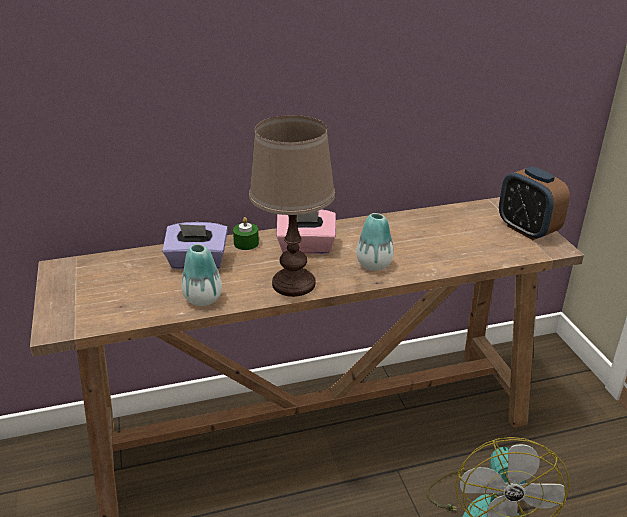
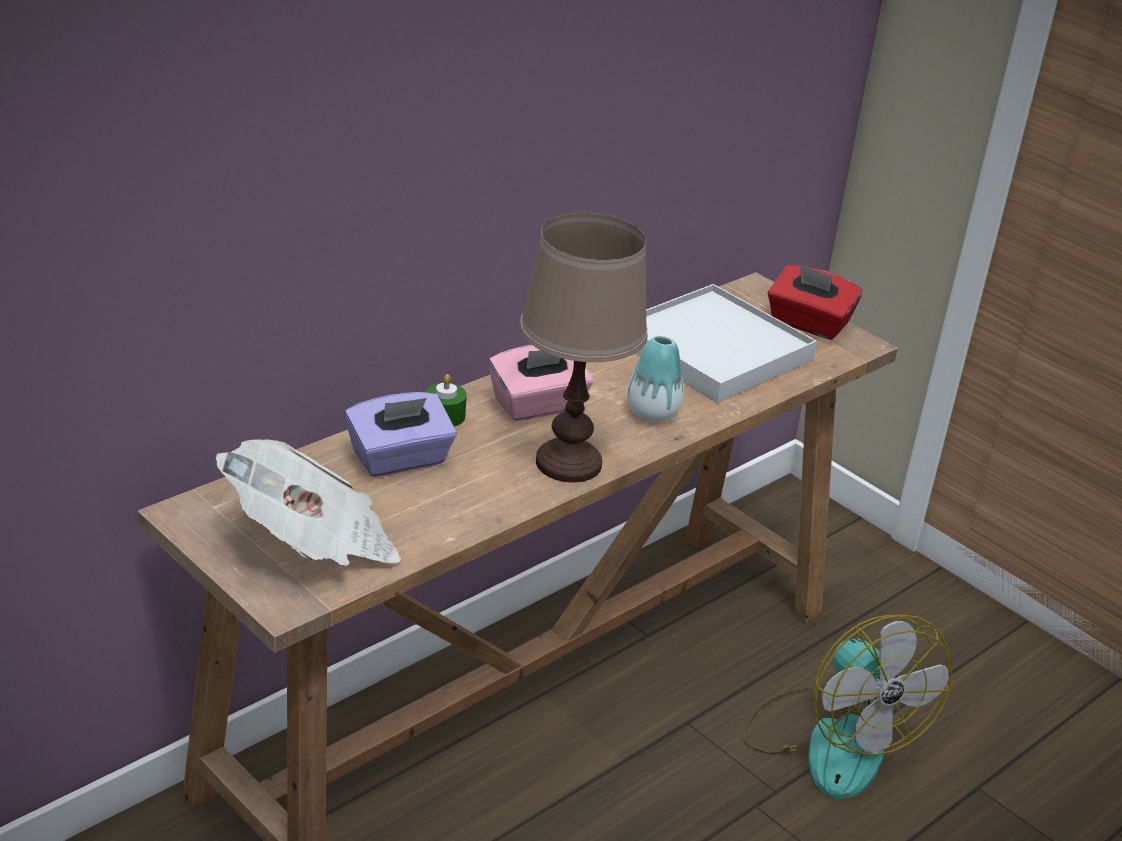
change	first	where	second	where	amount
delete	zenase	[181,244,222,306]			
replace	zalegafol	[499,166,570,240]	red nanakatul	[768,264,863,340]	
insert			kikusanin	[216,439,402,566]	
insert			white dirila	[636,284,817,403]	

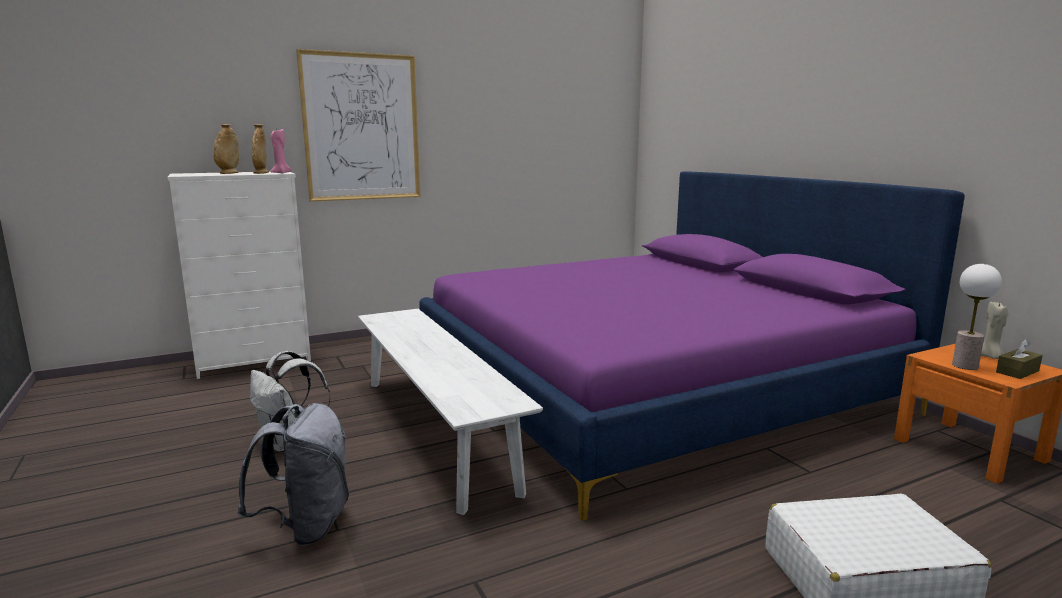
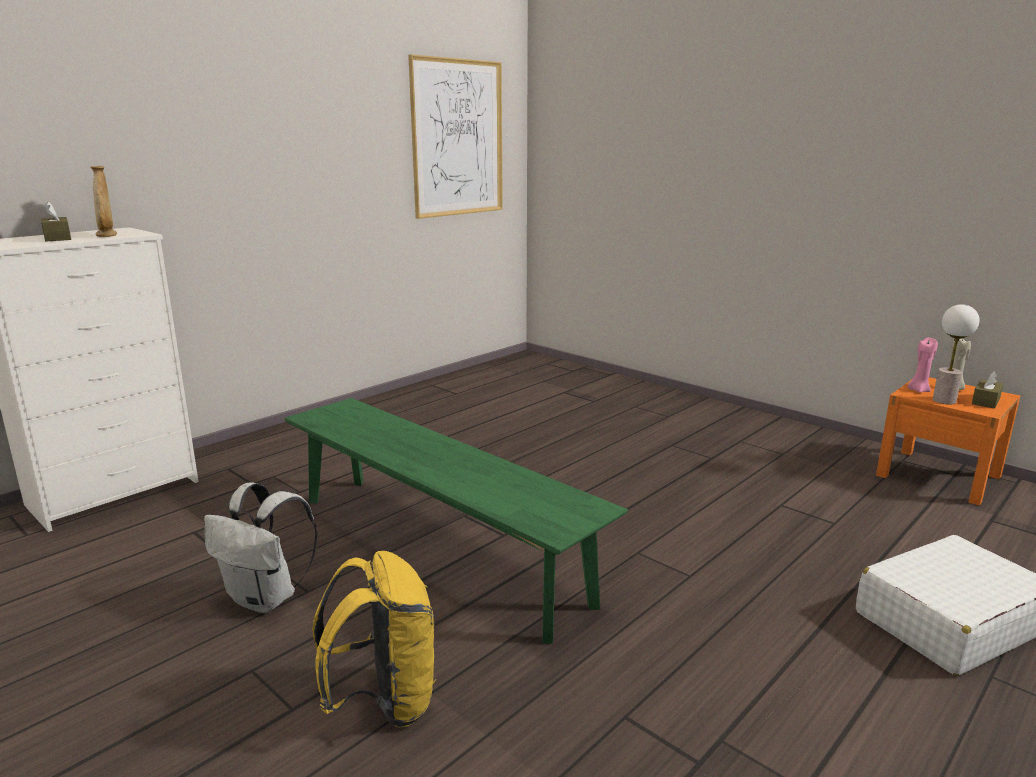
change	first	where	second	where	amount
replace	beige zenase	[213,124,239,174]	brown nanakatul	[41,201,71,242]	
recolor	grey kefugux	[237,403,349,546]	yellow kefugux	[312,551,436,727]	
move	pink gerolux	[270,129,292,174]		[908,338,938,392]	
move	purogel	[296,49,421,202]		[408,54,503,219]	
recolor	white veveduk	[358,309,543,515]	green veveduk	[284,398,628,644]	
delete	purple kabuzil	[419,171,965,521]			

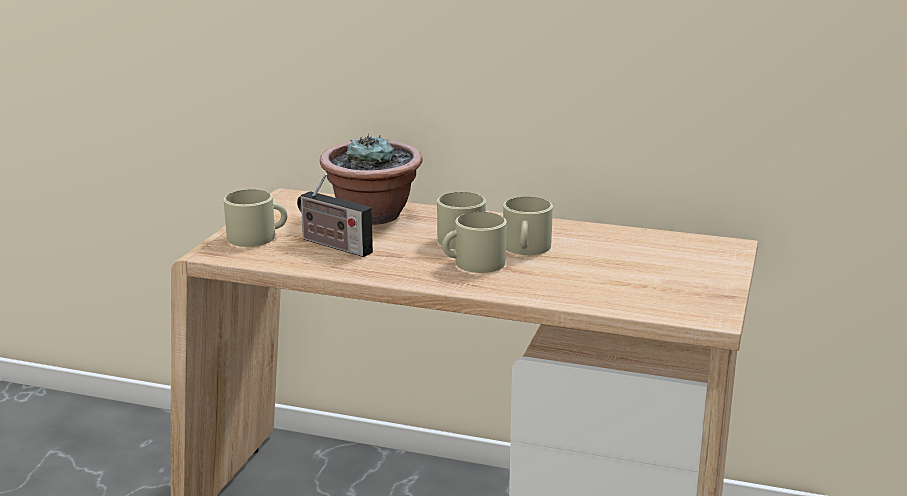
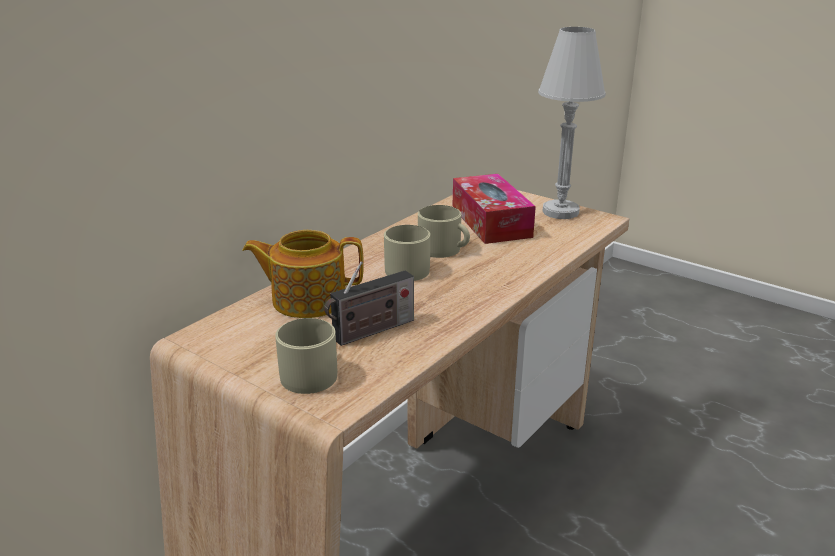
change	first	where	second	where	amount
replace	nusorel	[320,134,423,225]	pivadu	[242,230,364,318]	
delete	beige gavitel	[442,212,507,273]			
insert			nanakatul	[452,174,536,244]	
insert			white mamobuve	[538,27,606,219]	

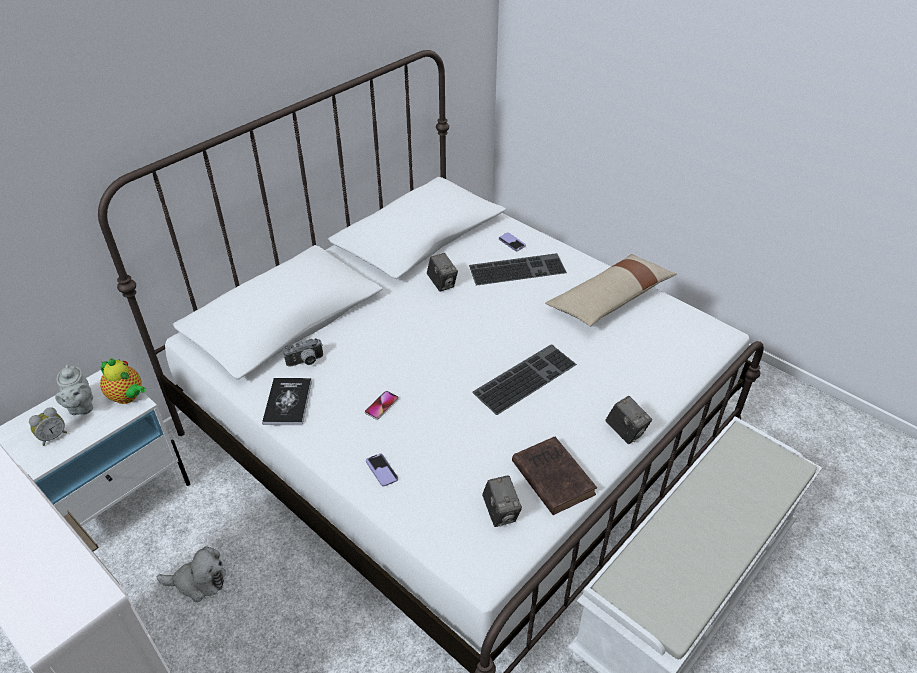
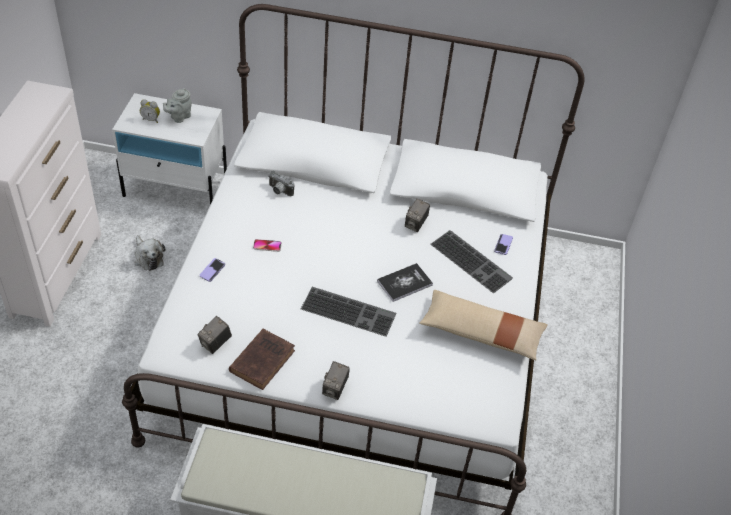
change	first	where	second	where	amount
delete	pivadu	[100,358,146,404]			
move	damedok	[262,378,312,425]		[377,263,433,302]	

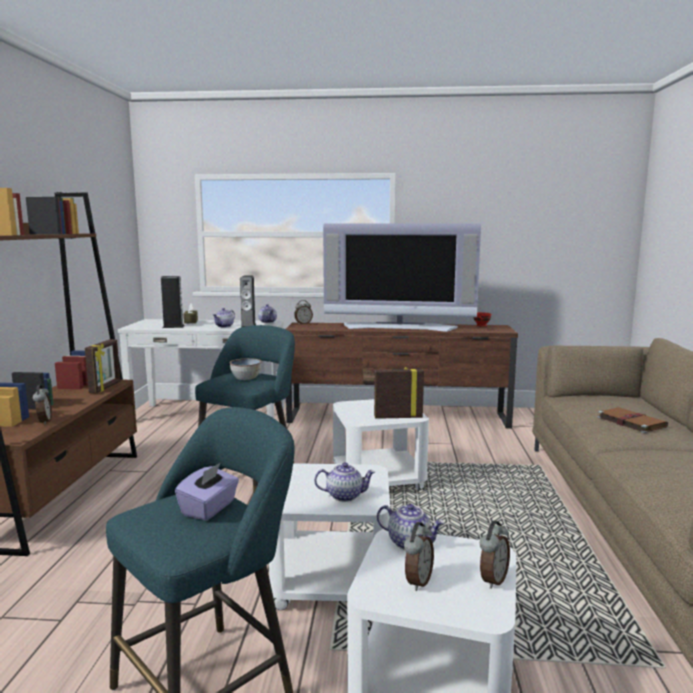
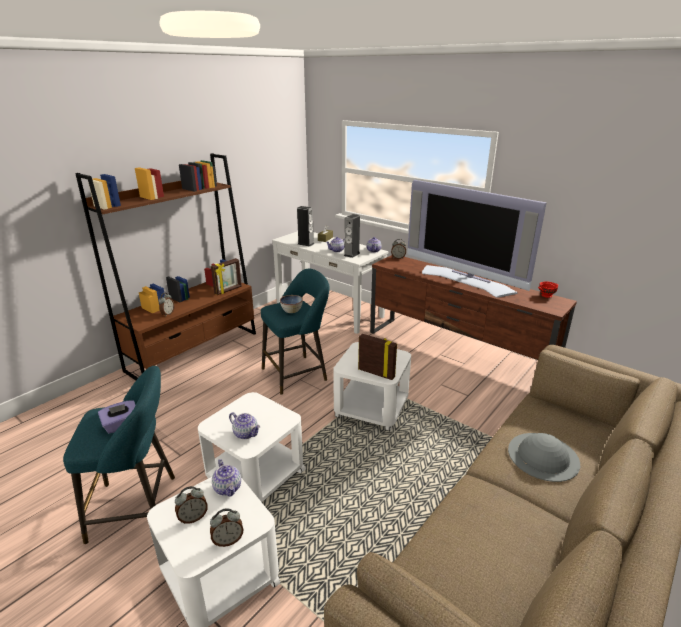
change	first	where	second	where	amount
replace	brown damedok	[597,407,668,433]	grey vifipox	[508,433,580,482]	

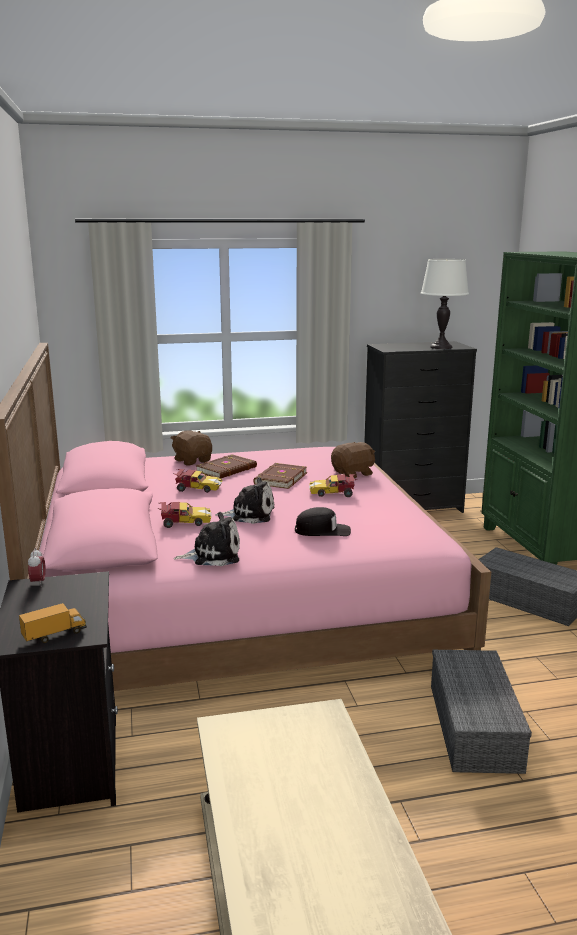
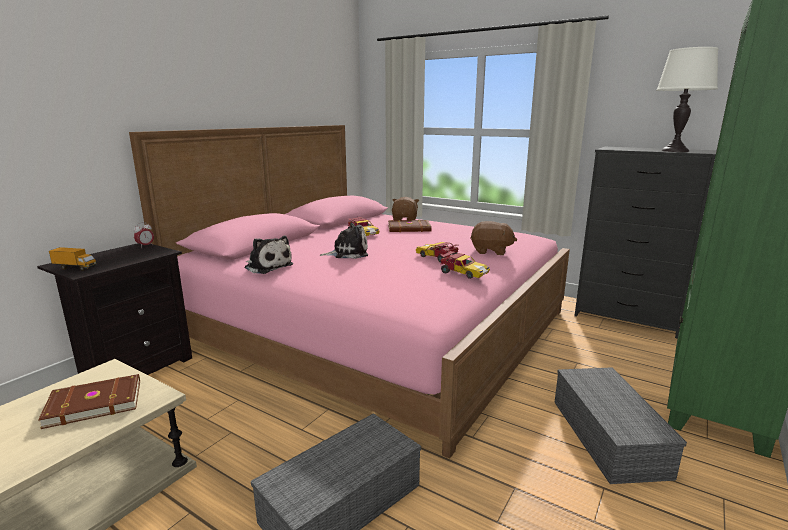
change	first	where	second	where	amount
move	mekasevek	[157,502,212,528]		[440,251,490,279]	
rotate	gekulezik	[215,477,275,524]		[319,223,368,259]	60 degrees counterclockwise
move	brown damedok	[253,463,307,489]		[38,374,140,429]	
delete	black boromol	[295,507,351,536]			

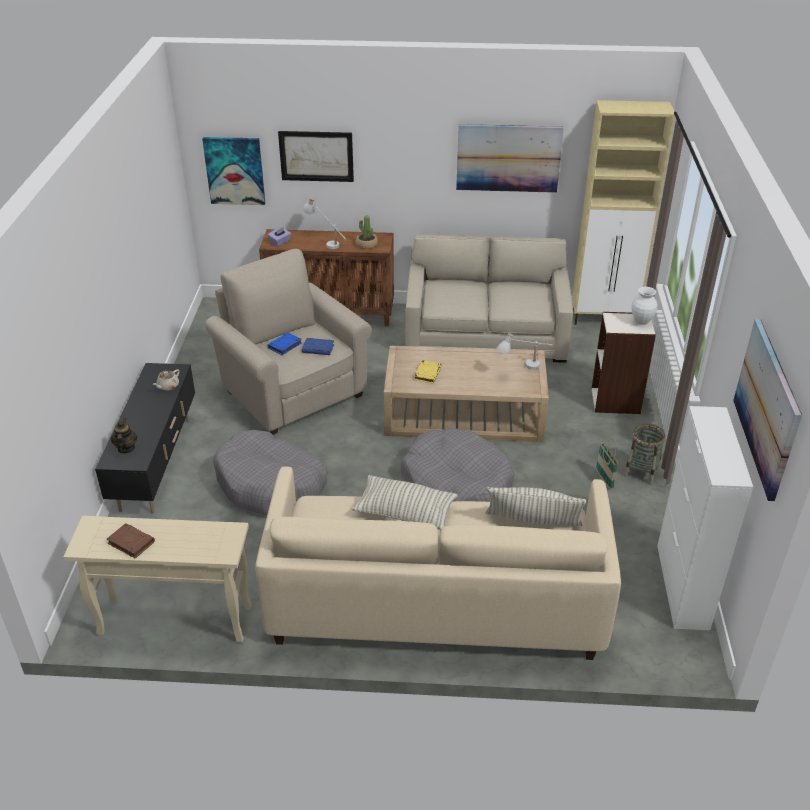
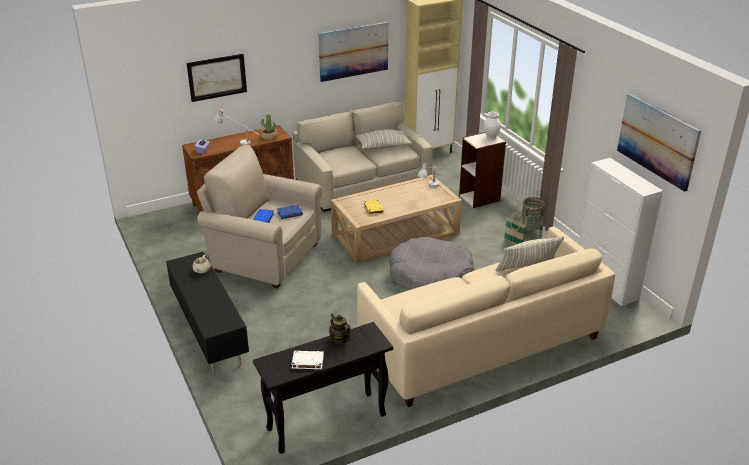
change	first	where	second	where	amount
recolor	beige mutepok	[63,516,252,642]	black mutepok	[253,322,393,454]	
recolor	brown damedok	[107,523,155,559]	white damedok	[291,351,324,370]	
move	pivadu	[111,418,137,454]		[329,313,350,344]	
delete	purogel	[202,137,266,205]			
delete	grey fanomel	[213,430,327,515]			
move	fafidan	[352,475,458,530]		[356,129,412,149]	

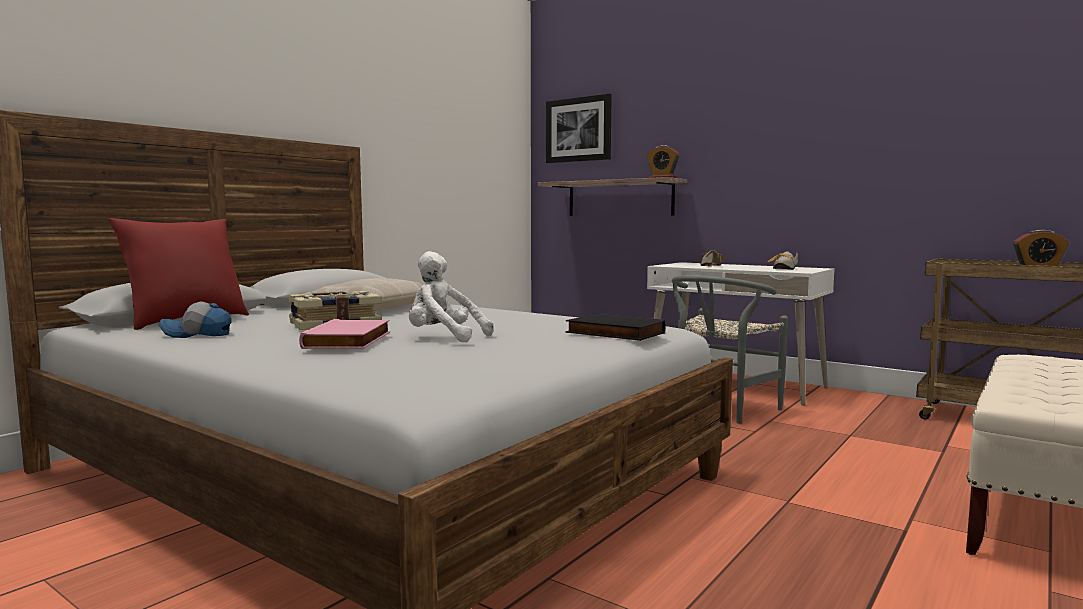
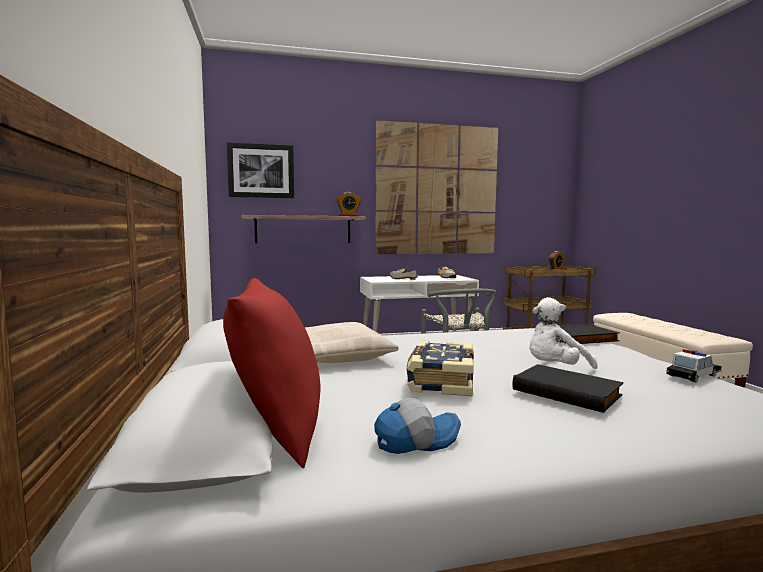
change	first	where	second	where	amount
rotate	boromol	[159,301,232,338]		[374,398,461,454]	150 degrees counterclockwise
recolor	pink damedok	[299,319,390,349]	black damedok	[512,364,623,413]	
insert			purogel	[375,120,498,254]	
insert			mekasevek	[666,349,722,382]	

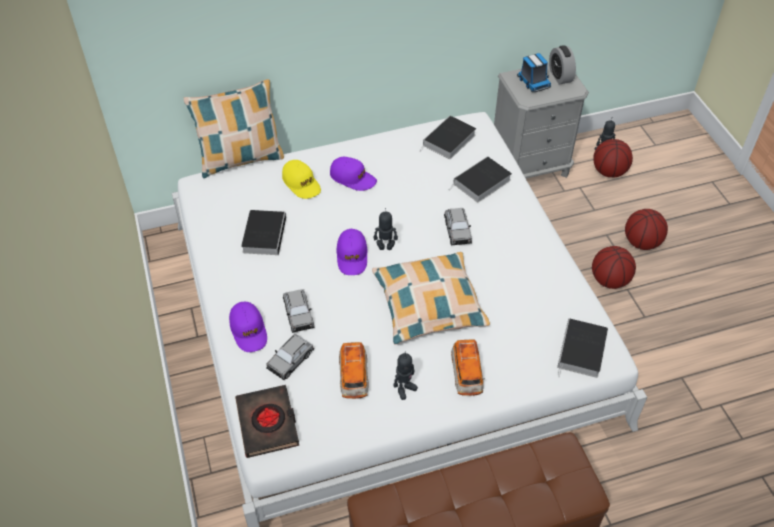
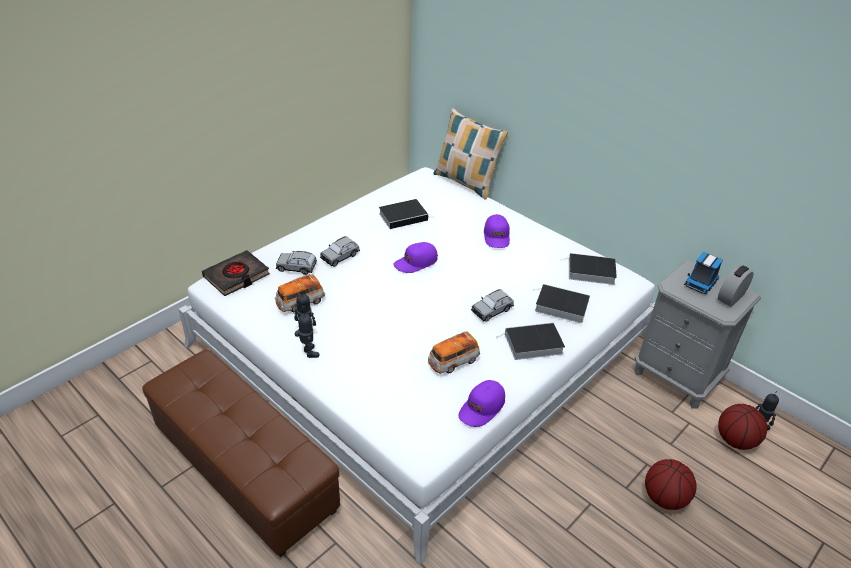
change	first	where	second	where	amount
move	purple boromol	[229,302,267,352]		[459,380,505,427]	
delete	yellow boromol	[282,160,321,199]			
delete	fafidan	[372,252,490,345]			
move	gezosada	[374,208,398,250]		[298,313,319,358]	
move	mekasevek	[451,340,485,396]		[428,331,480,374]	
move	damedok	[557,318,608,378]		[497,323,565,360]	
delete	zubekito	[592,246,636,289]			

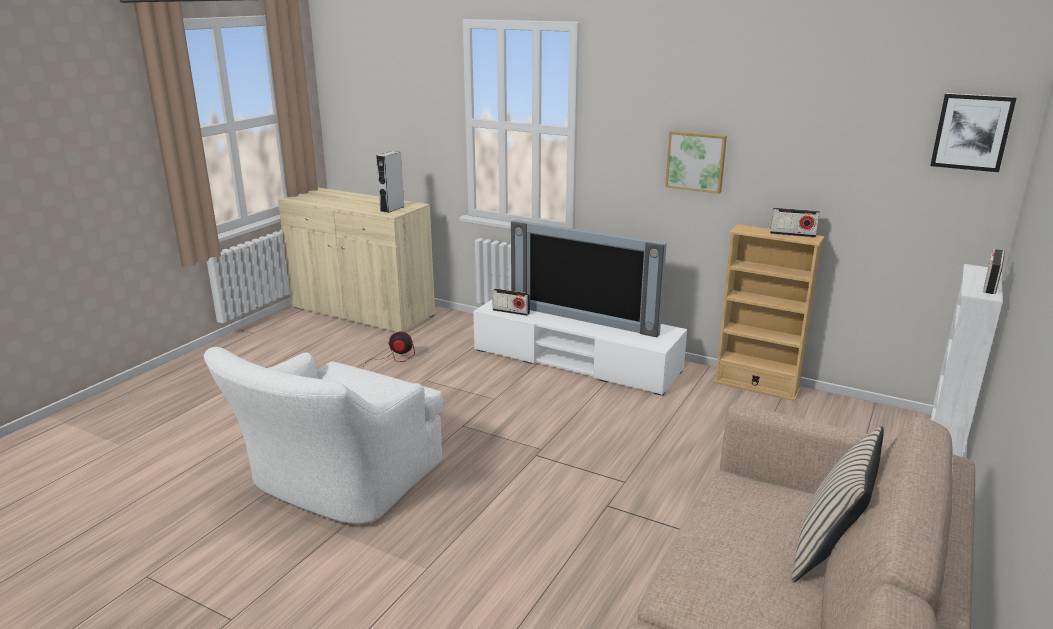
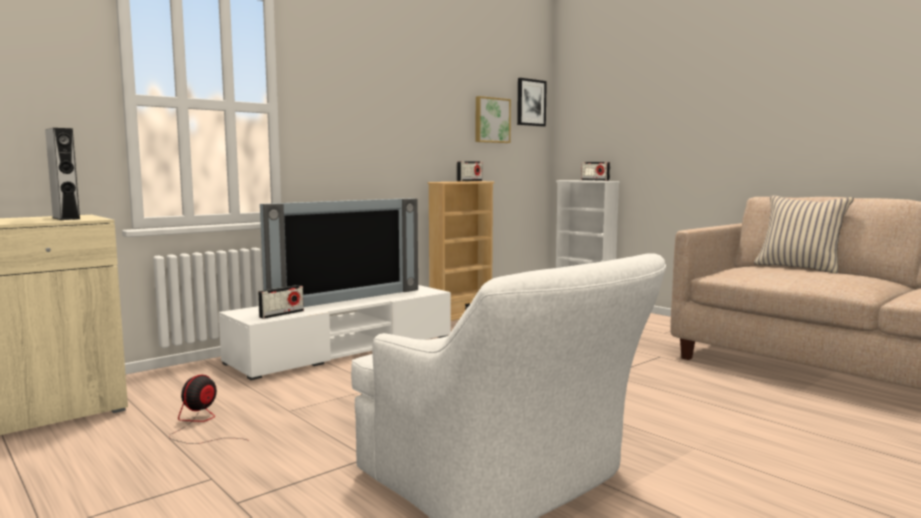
change	first	where	second	where	amount
move	purogel	[665,131,727,194]		[476,96,511,143]	

